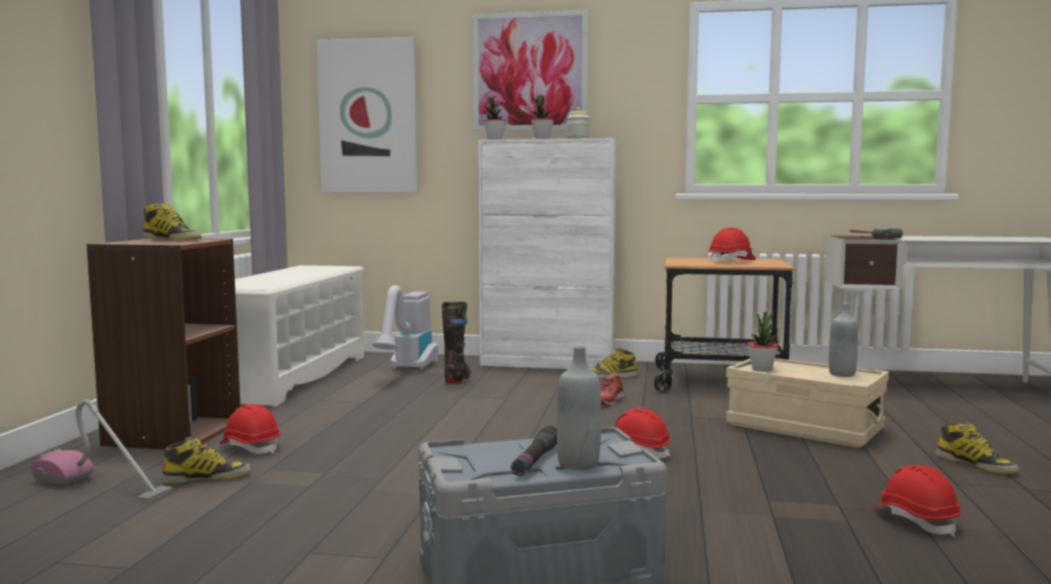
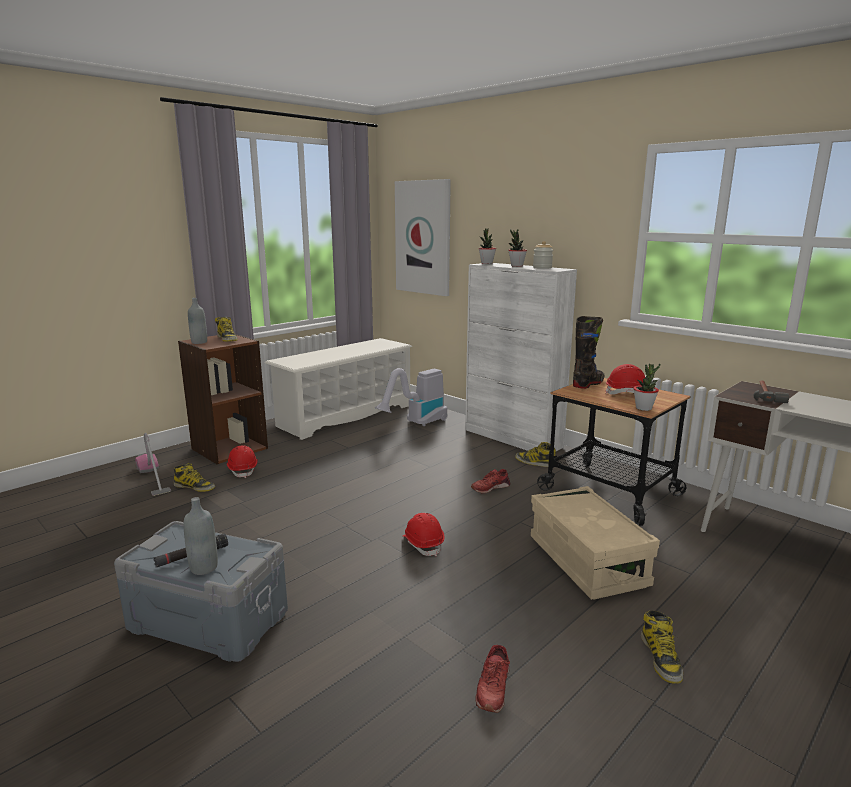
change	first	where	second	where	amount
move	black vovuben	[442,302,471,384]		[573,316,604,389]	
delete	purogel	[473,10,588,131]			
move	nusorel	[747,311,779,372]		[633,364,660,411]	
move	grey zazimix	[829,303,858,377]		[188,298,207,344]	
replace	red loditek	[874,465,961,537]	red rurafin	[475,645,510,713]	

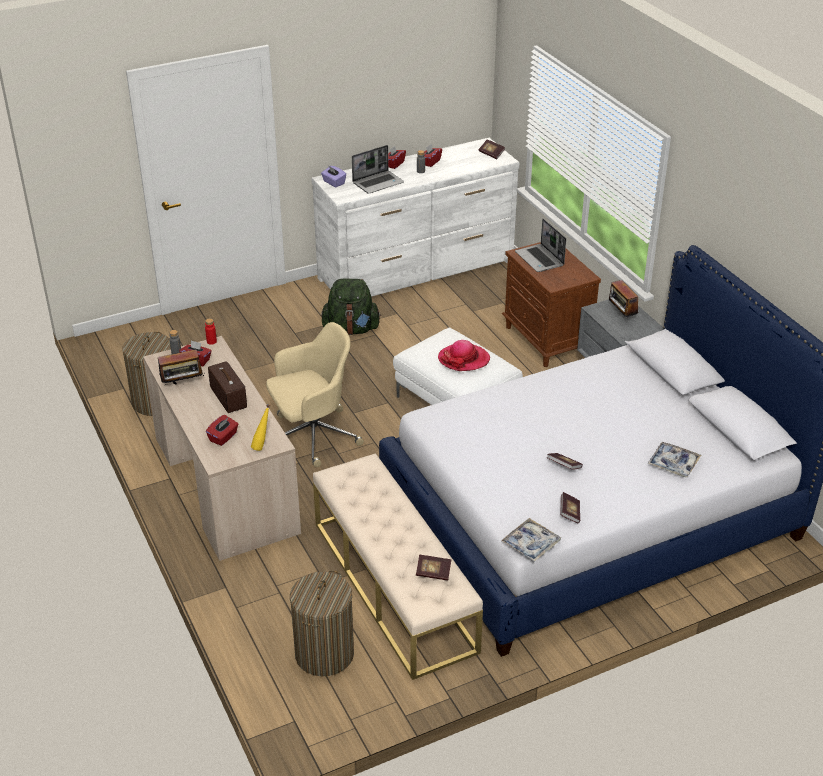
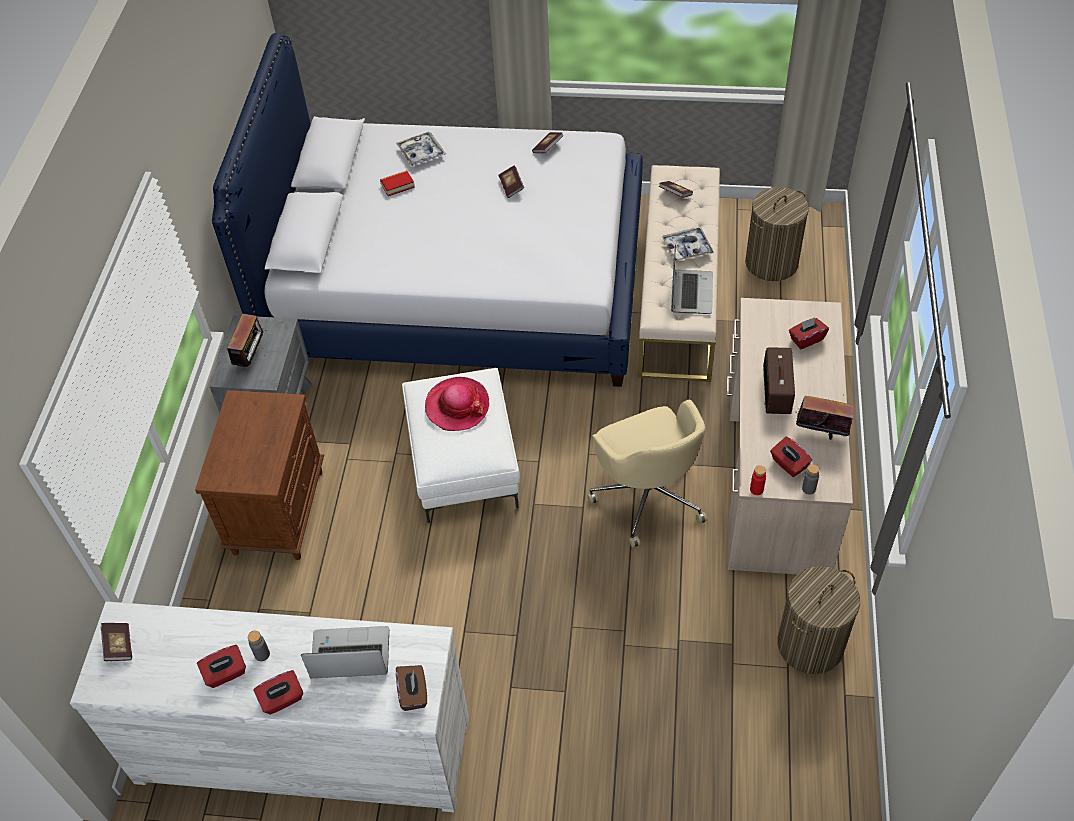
change	first	where	second	where	amount
delete	yellow zazimix	[251,404,270,451]			
rotate	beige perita	[266,322,364,467]		[587,399,707,548]	120 degrees counterclockwise
recolor	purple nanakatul	[321,165,346,187]	brown nanakatul	[396,665,427,711]	
delete	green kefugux	[321,279,381,335]			
move	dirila	[501,518,561,562]		[662,227,714,262]	
move	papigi	[515,219,566,272]		[671,244,713,314]	
insert			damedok	[380,170,415,196]	

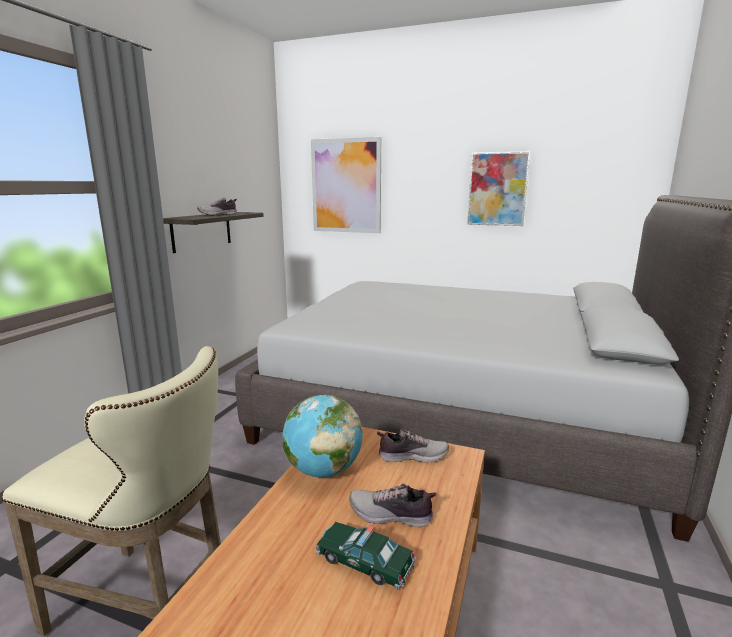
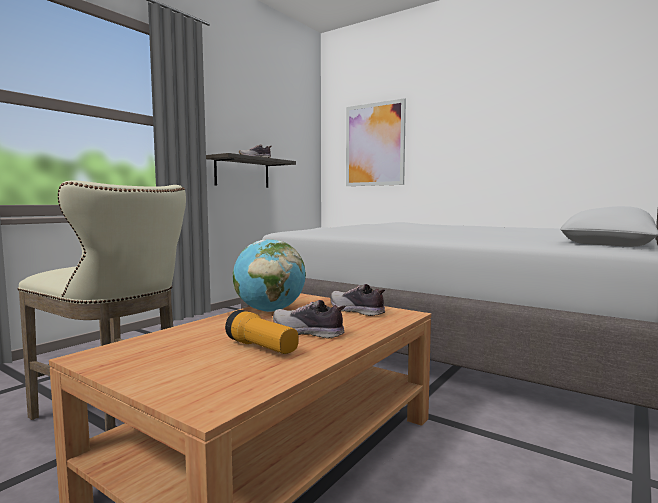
change	first	where	second	where	amount
replace	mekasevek	[315,522,416,589]	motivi	[225,310,299,354]	
rotate	rurafin	[377,429,449,463]		[330,284,385,316]	150 degrees counterclockwise
delete	purogel	[467,151,530,226]			

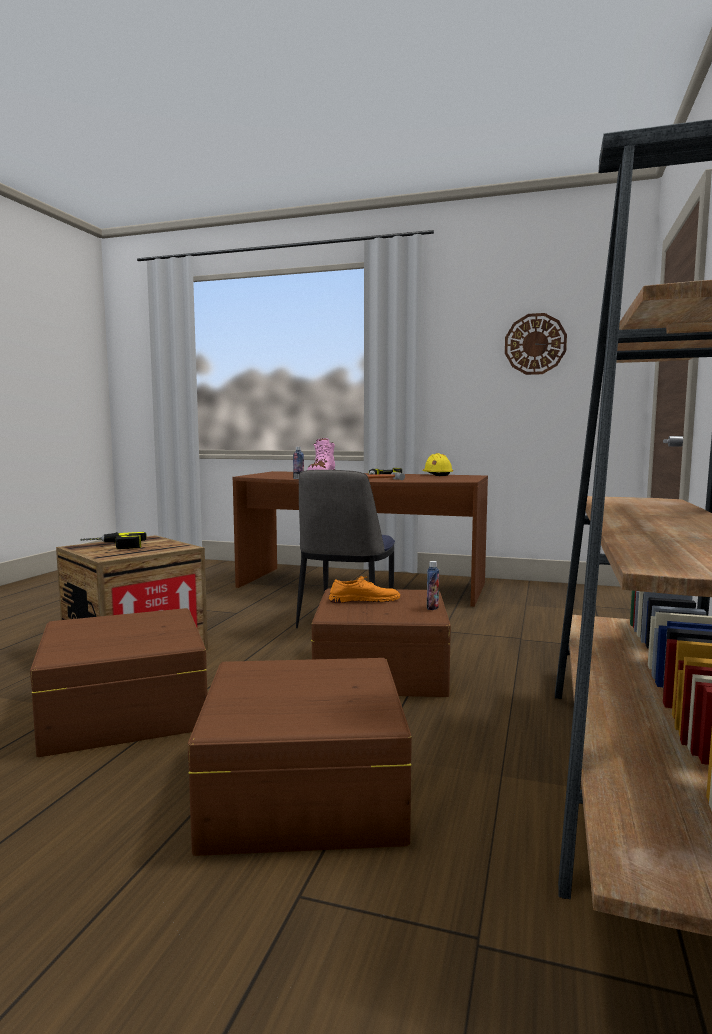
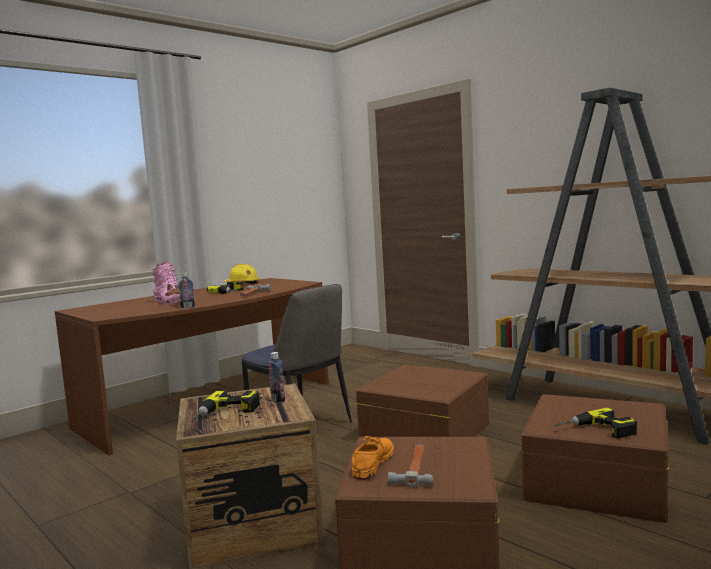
change	first	where	second	where	amount
move	orange rurafin	[329,576,400,603]		[352,436,394,480]	
move	zazimix	[427,561,439,610]		[268,352,285,402]	
delete	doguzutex	[505,313,567,375]			
insert			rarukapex	[388,444,434,487]	
insert			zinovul	[555,407,637,439]	

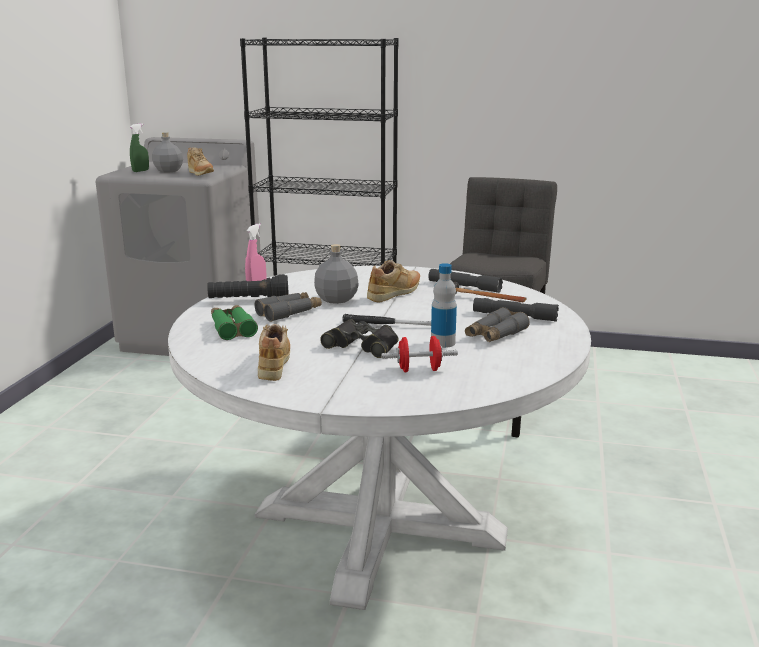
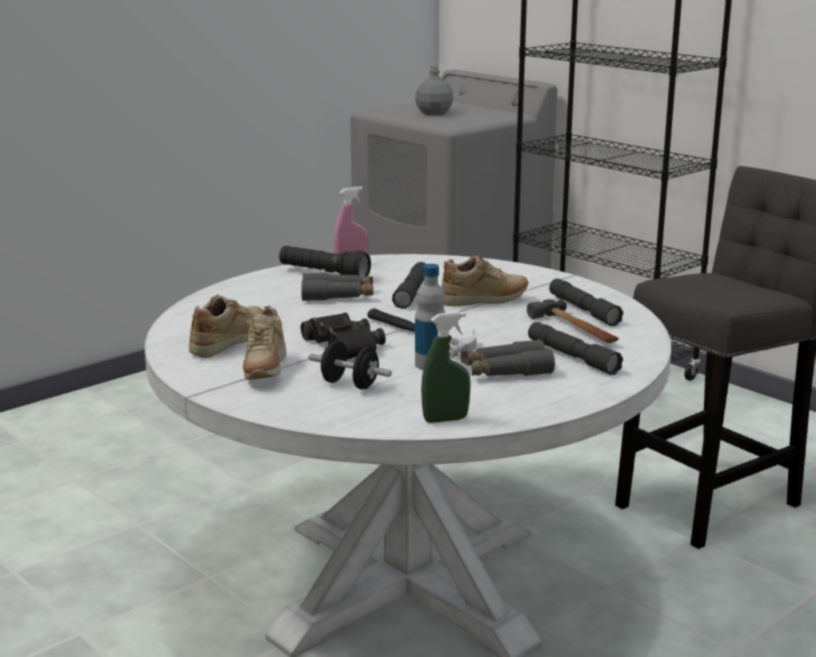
change	first	where	second	where	amount
move	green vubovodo	[130,123,149,172]		[421,311,470,423]	
move	beige rurafin	[187,147,214,176]		[243,306,286,380]	
delete	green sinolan	[211,305,258,340]			
replace	grey zazimix	[314,244,359,304]	grey motivi	[392,262,426,309]	
recolor	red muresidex	[381,336,458,372]	black muresidex	[309,340,392,390]	

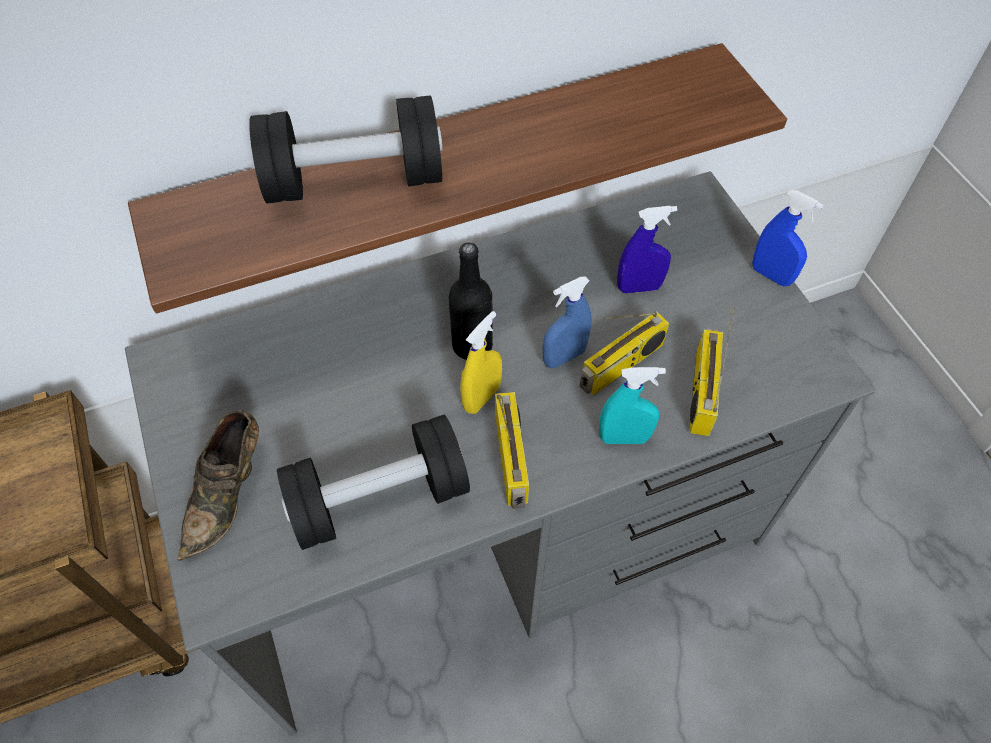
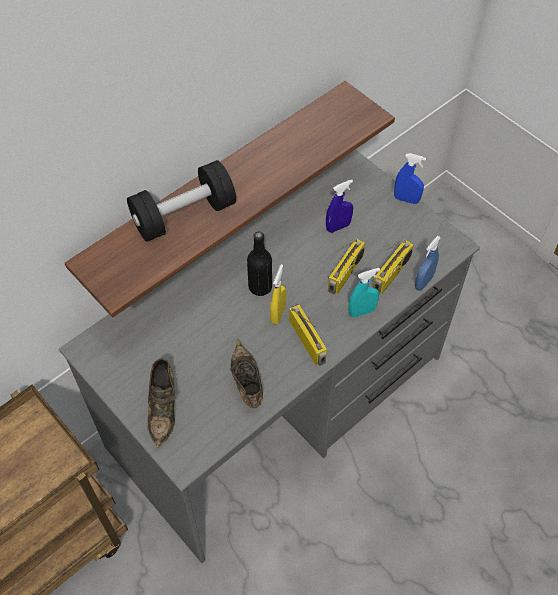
change	first	where	second	where	amount
replace	black muresidex	[277,415,470,550]	brown rurafin	[230,339,263,408]	
move	blue vubovodo	[542,276,591,368]		[415,236,441,291]	
rotate	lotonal	[690,307,734,436]		[373,240,414,294]	135 degrees counterclockwise

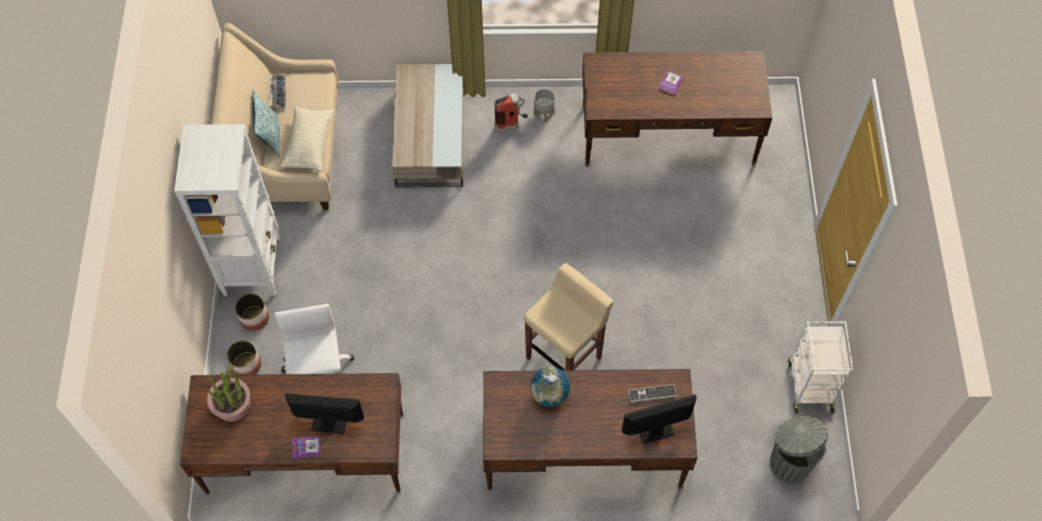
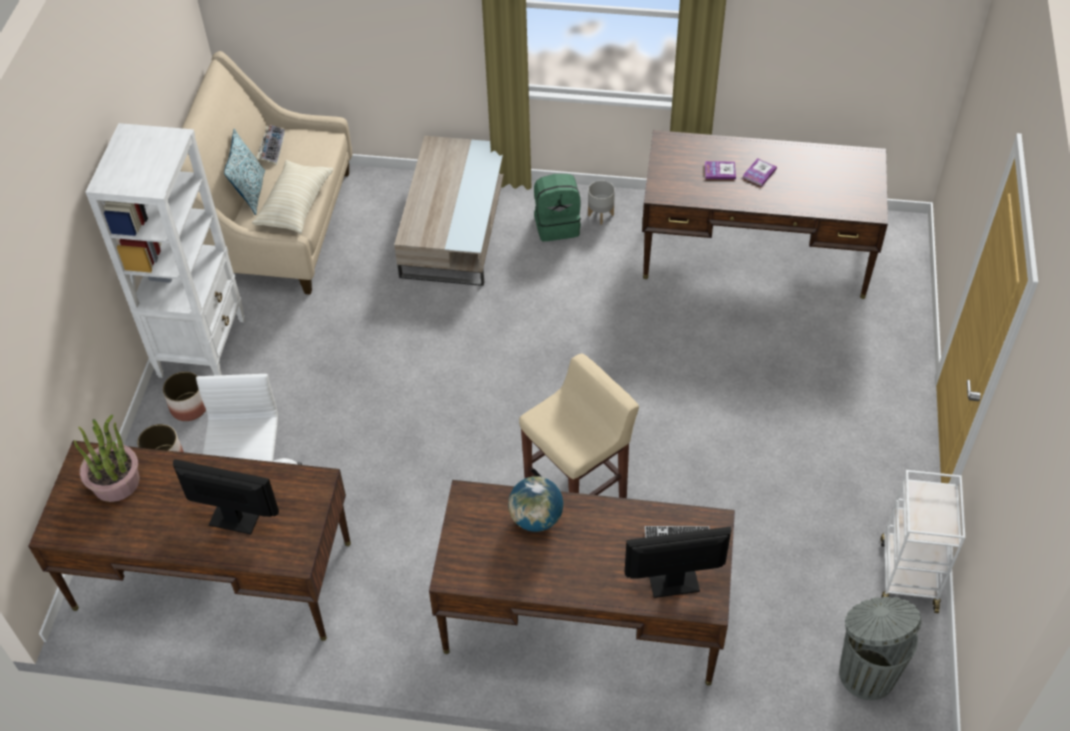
change	first	where	second	where	amount
move	damedok	[292,436,321,459]		[705,161,736,179]	
replace	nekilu	[494,93,528,134]	green kefugux	[534,174,581,241]	

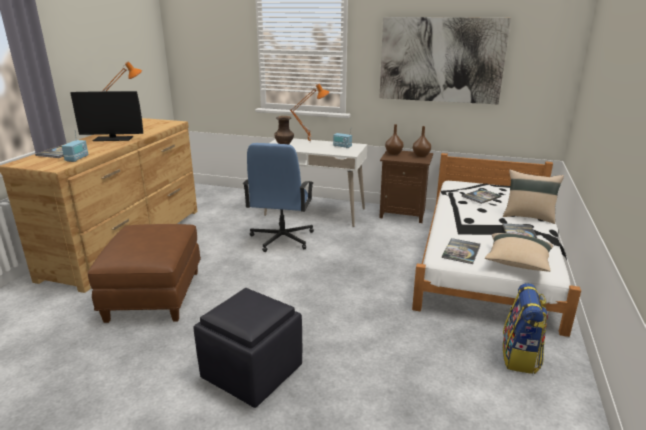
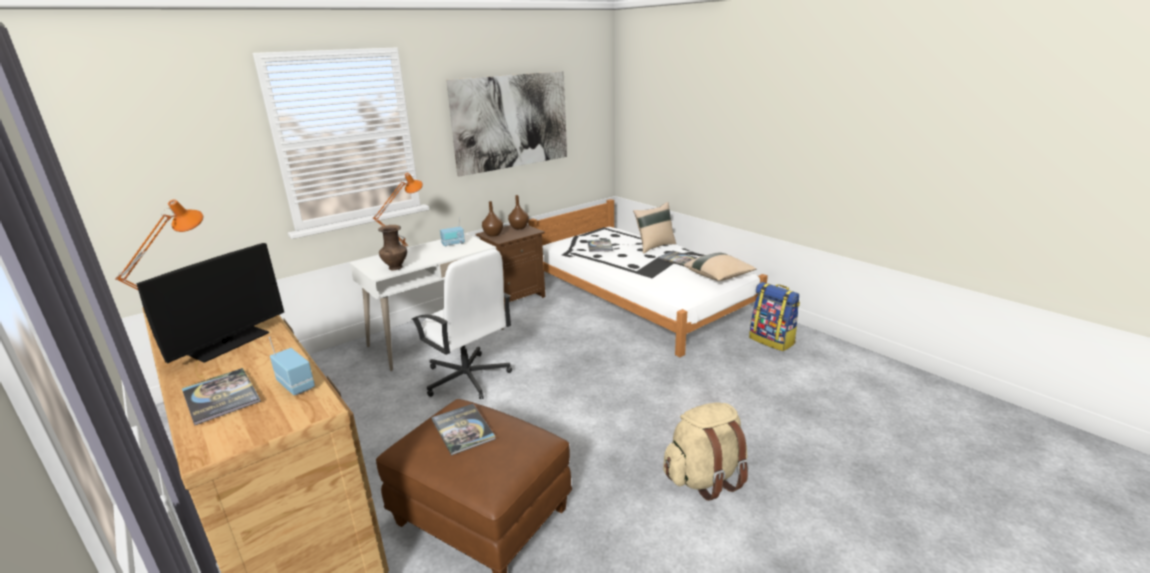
change	first	where	second	where	amount
replace	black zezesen	[194,288,302,408]	beige kefugux	[663,402,749,501]	
recolor	blue perita	[243,143,314,252]	white perita	[411,249,512,399]	
move	damedok	[442,238,481,264]		[431,404,496,456]	

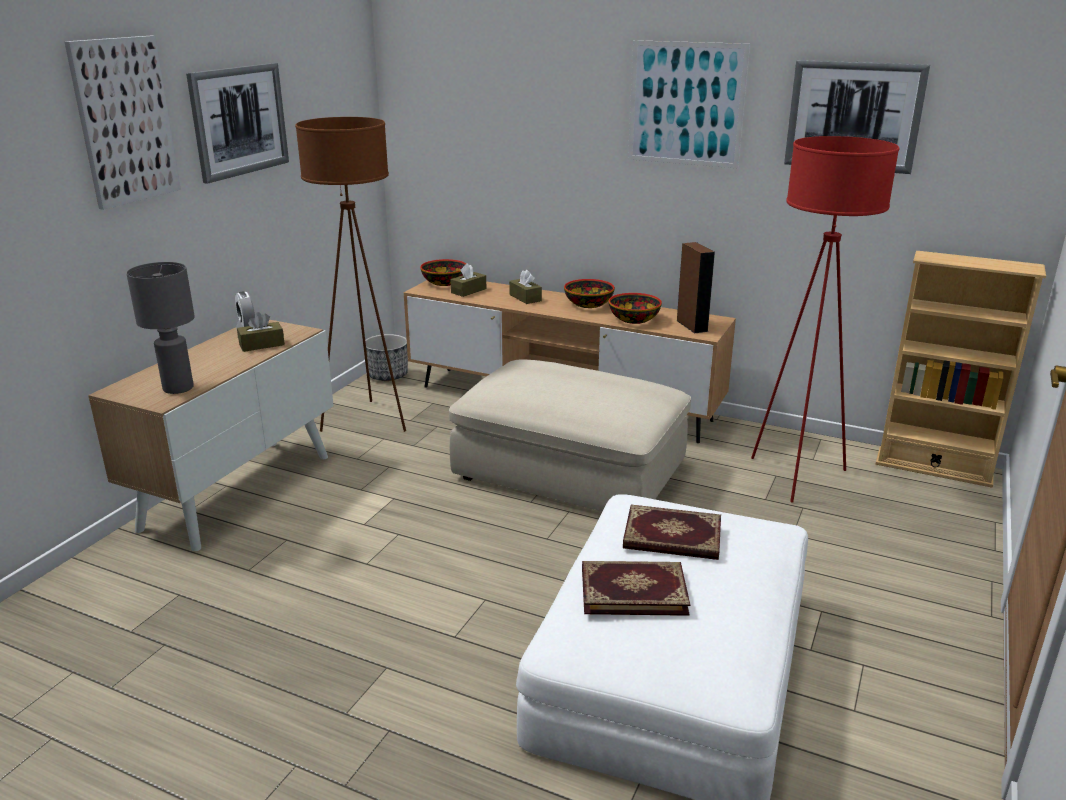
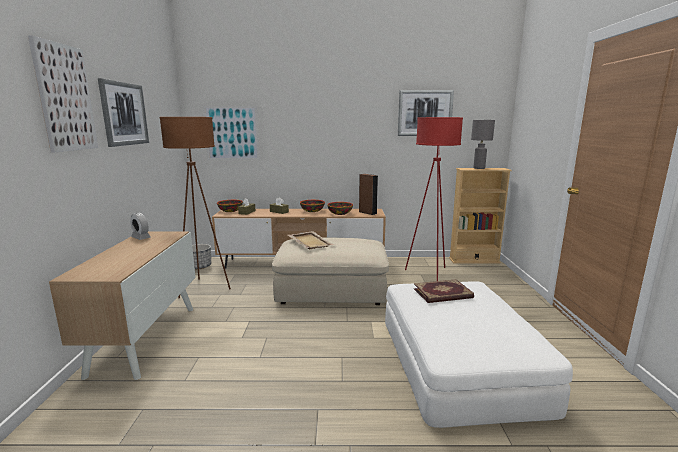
change	first	where	second	where	amount
move	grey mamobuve	[126,262,195,394]		[471,120,495,169]	
delete	brown nanakatul	[237,312,285,352]			
delete	damedok	[582,561,690,616]			
move	purogel	[628,40,750,168]		[203,106,260,160]	
insert			beige dirila	[288,231,335,249]	

